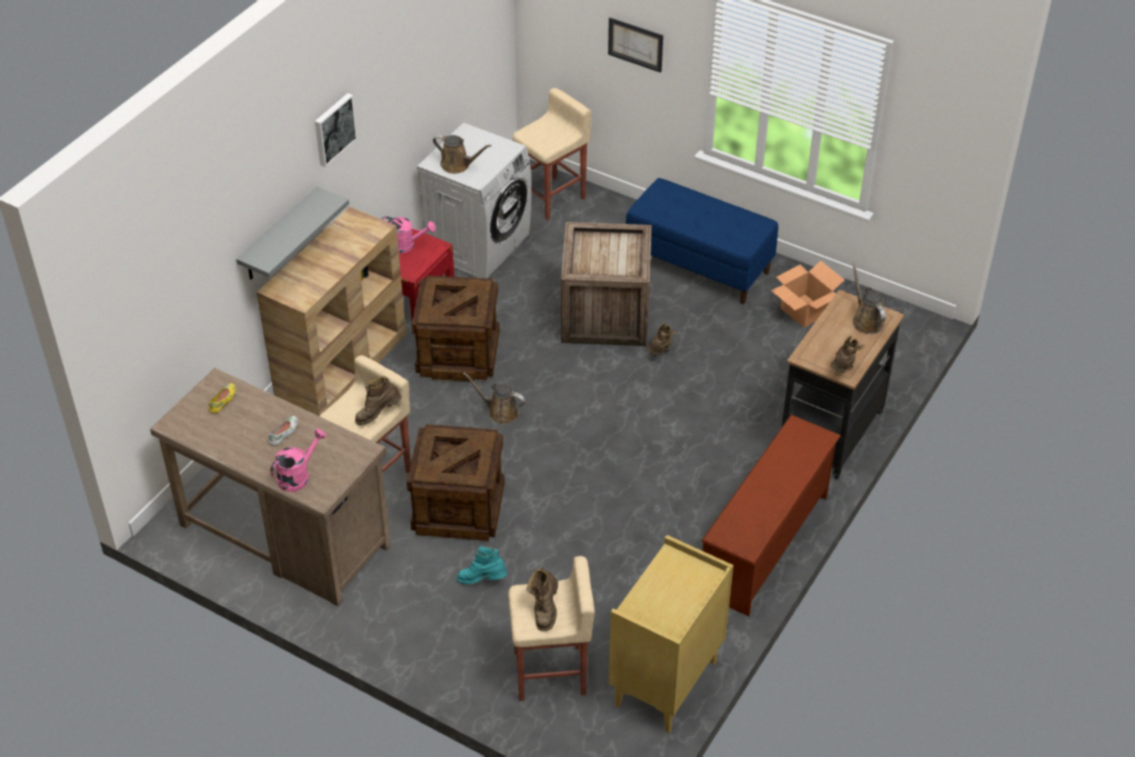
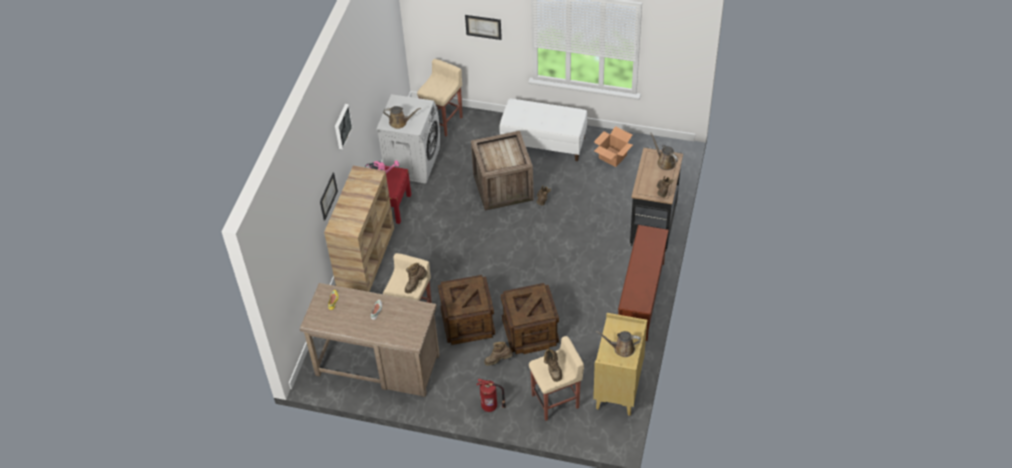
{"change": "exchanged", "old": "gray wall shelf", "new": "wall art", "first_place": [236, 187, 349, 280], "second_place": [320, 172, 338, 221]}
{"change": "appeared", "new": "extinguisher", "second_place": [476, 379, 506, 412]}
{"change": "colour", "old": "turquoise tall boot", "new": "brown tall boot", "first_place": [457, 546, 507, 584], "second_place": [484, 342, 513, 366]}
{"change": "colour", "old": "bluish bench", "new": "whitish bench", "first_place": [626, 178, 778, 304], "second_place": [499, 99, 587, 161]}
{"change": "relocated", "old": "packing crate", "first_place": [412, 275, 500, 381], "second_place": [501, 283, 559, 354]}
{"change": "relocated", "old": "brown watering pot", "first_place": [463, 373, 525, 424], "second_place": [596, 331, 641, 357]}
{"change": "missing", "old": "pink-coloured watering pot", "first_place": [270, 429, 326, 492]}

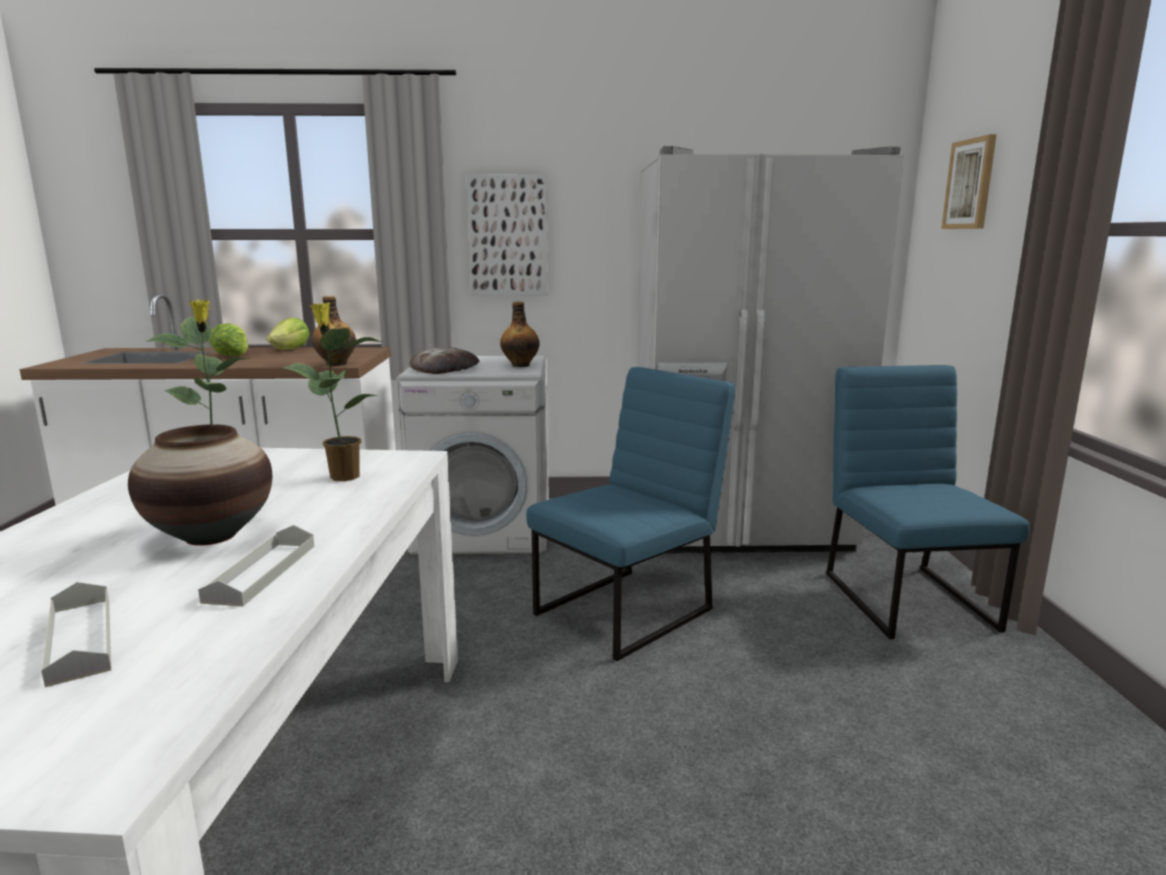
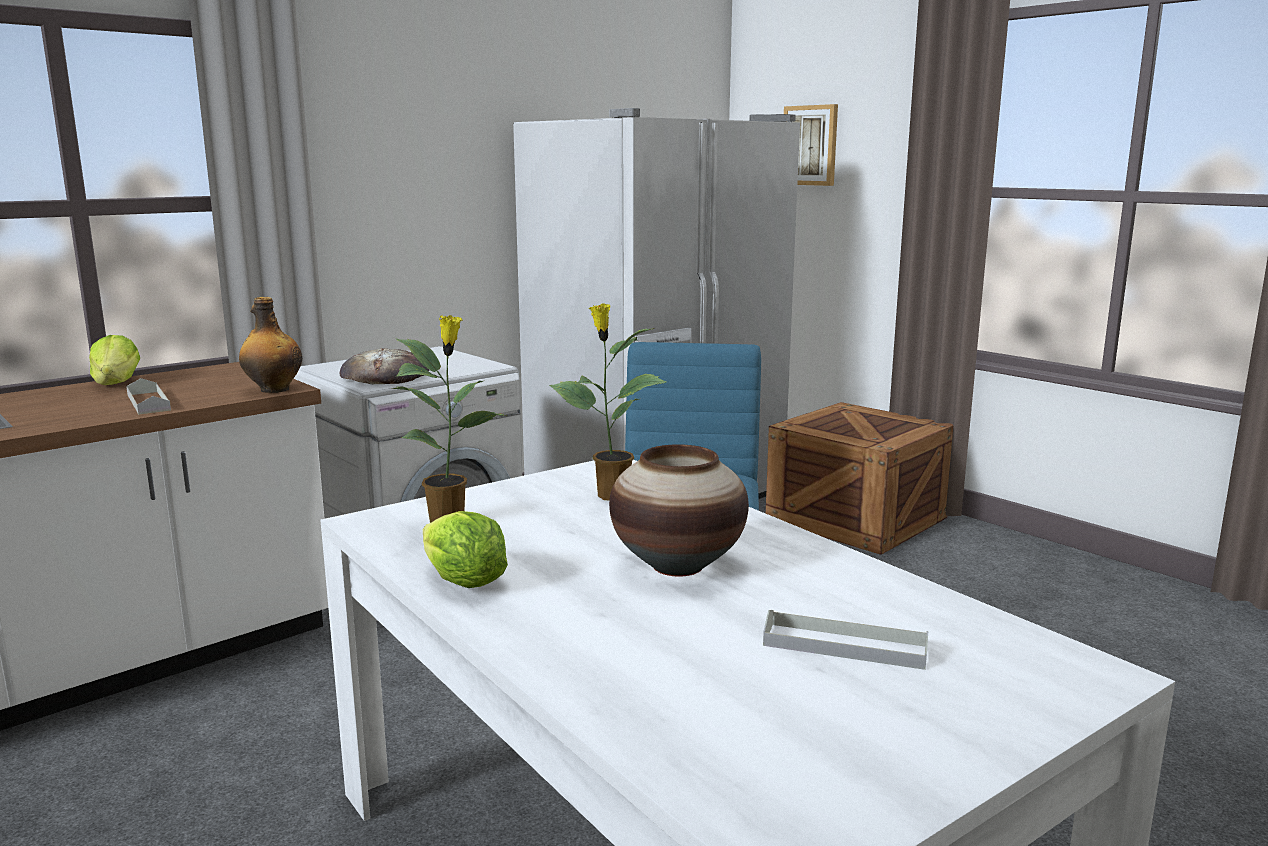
{"change": "relocated", "old": "gray tray", "first_place": [198, 525, 315, 607], "second_place": [126, 378, 171, 415]}
{"change": "relocated", "old": "head of lettuce", "first_place": [209, 323, 248, 356], "second_place": [423, 511, 508, 588]}
{"change": "exchanged", "old": "bluish chair", "new": "packing crate", "first_place": [826, 365, 1030, 639], "second_place": [766, 402, 953, 555]}
{"change": "missing", "old": "wall art", "first_place": [466, 174, 548, 296]}
{"change": "missing", "old": "beverage bottle", "first_place": [500, 302, 540, 367]}

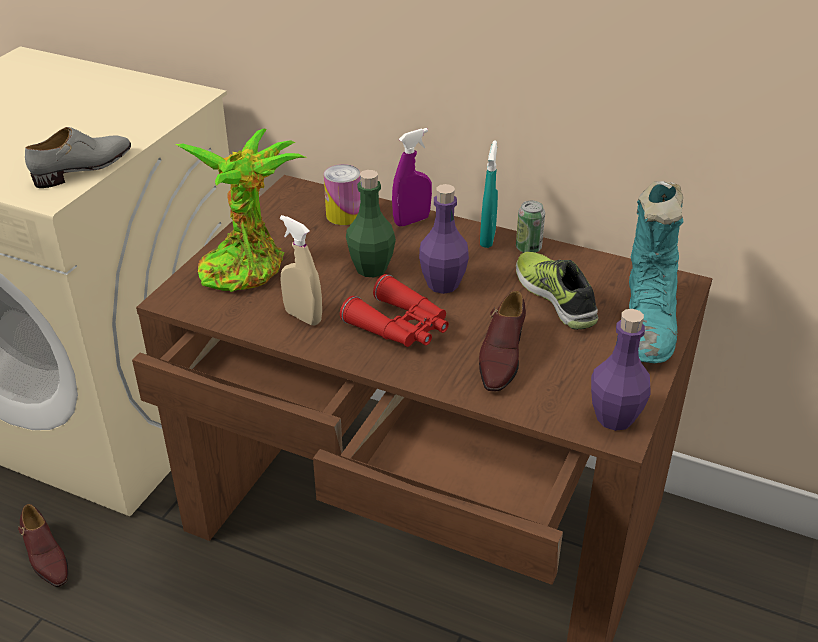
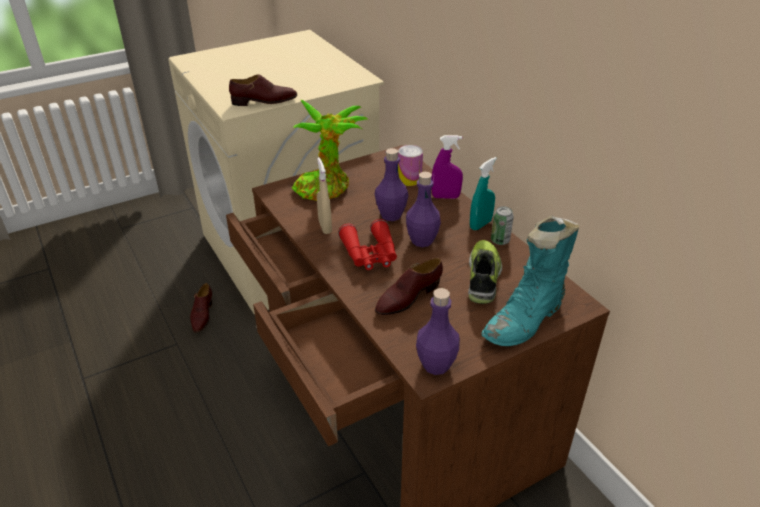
{"change": "colour", "old": "gray item of footwear", "new": "brown item of footwear", "first_place": [25, 127, 131, 188], "second_place": [229, 74, 297, 106]}
{"change": "colour", "old": "green beverage bottle", "new": "purplish beverage bottle", "first_place": [346, 170, 396, 277], "second_place": [375, 148, 408, 221]}

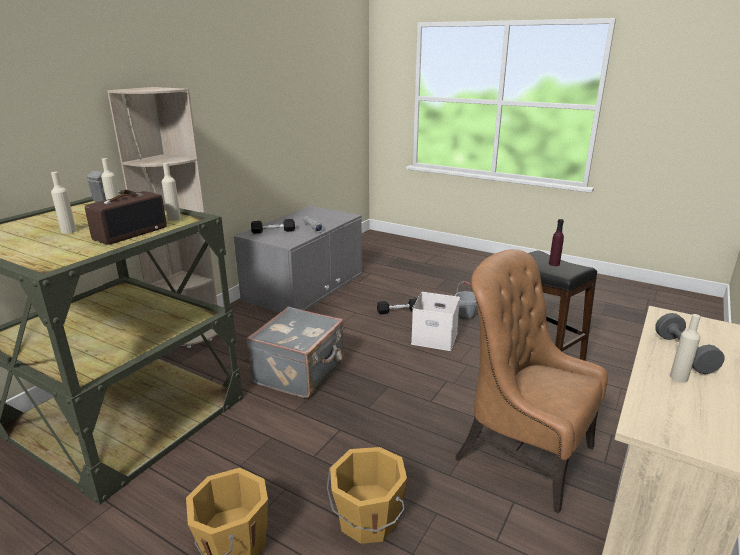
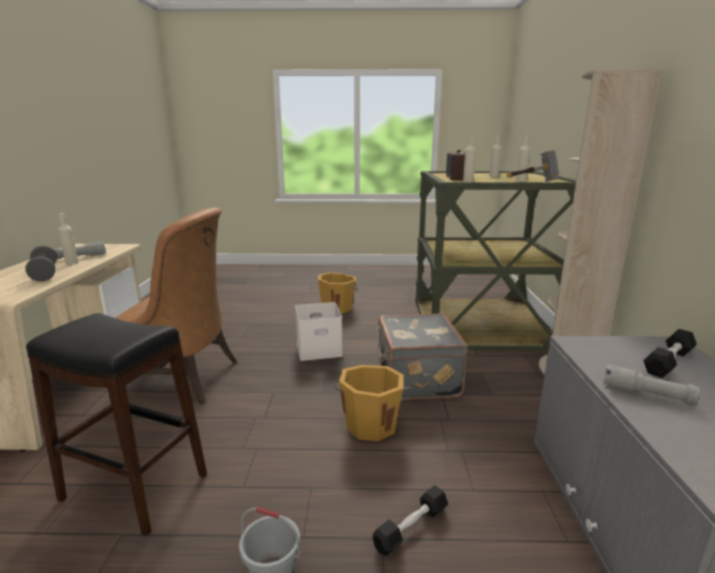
{"change": "appeared", "new": "gray torch", "second_place": [54, 242, 106, 259]}
{"change": "relocated", "old": "whitish storage bin", "first_place": [411, 292, 460, 351], "second_place": [295, 302, 343, 361]}
{"change": "relocated", "old": "orange water bucket", "first_place": [327, 447, 407, 544], "second_place": [333, 365, 411, 441]}
{"change": "missing", "old": "purplish beverage bottle", "first_place": [549, 219, 564, 266]}

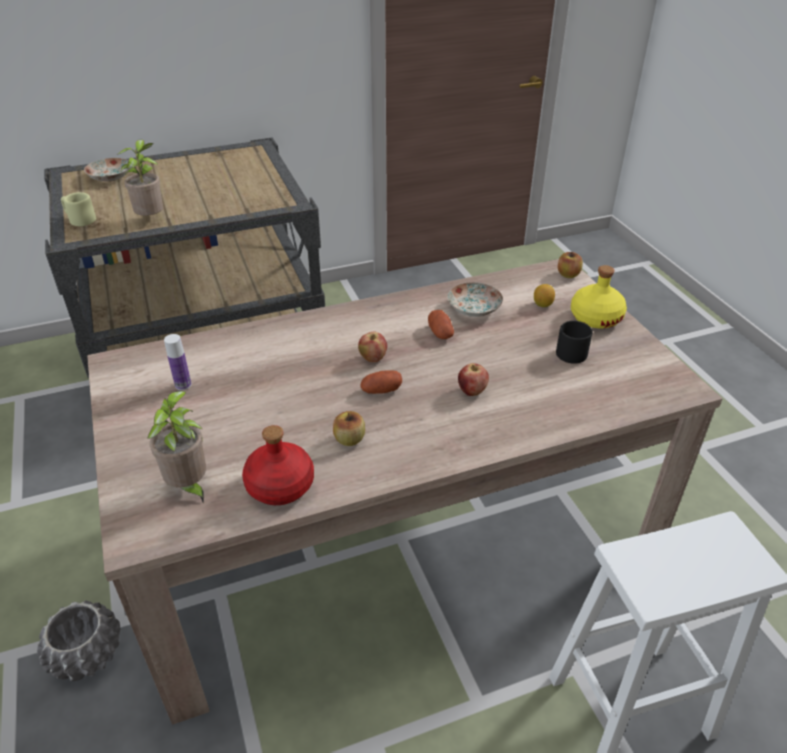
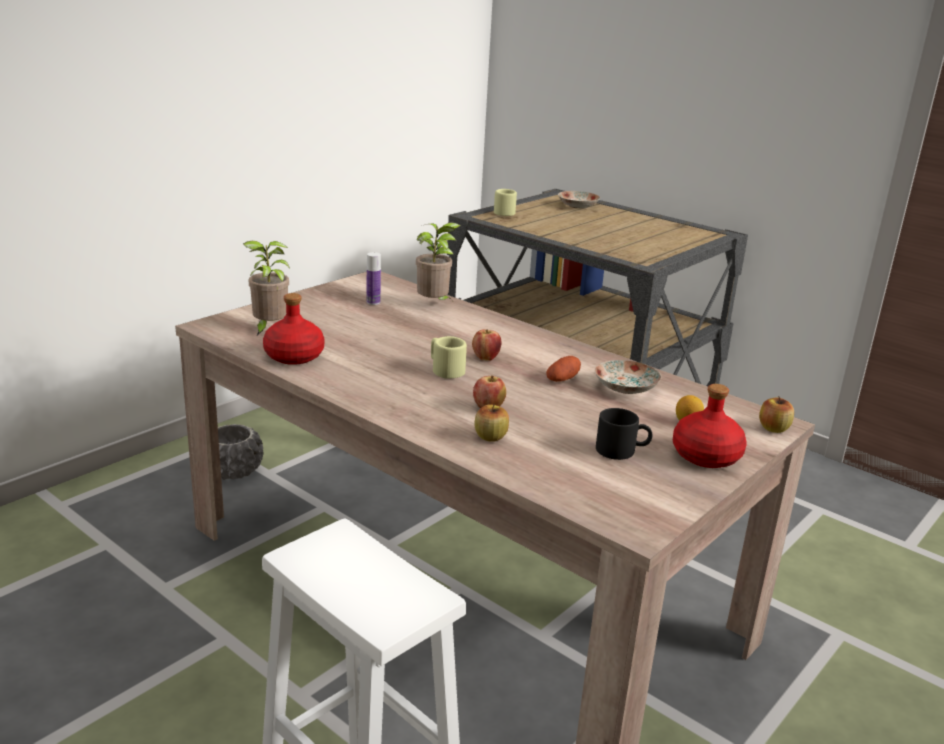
{"change": "relocated", "old": "houseplant", "first_place": [118, 139, 163, 216], "second_place": [416, 222, 460, 300]}
{"change": "exchanged", "old": "potato", "new": "beige-coloured coffee mug", "first_place": [360, 371, 402, 394], "second_place": [431, 336, 467, 379]}
{"change": "relocated", "old": "apple fruit", "first_place": [333, 411, 365, 446], "second_place": [474, 403, 509, 442]}
{"change": "colour", "old": "yellow beverage bottle", "new": "red beverage bottle", "first_place": [571, 265, 627, 328], "second_place": [673, 384, 747, 468]}

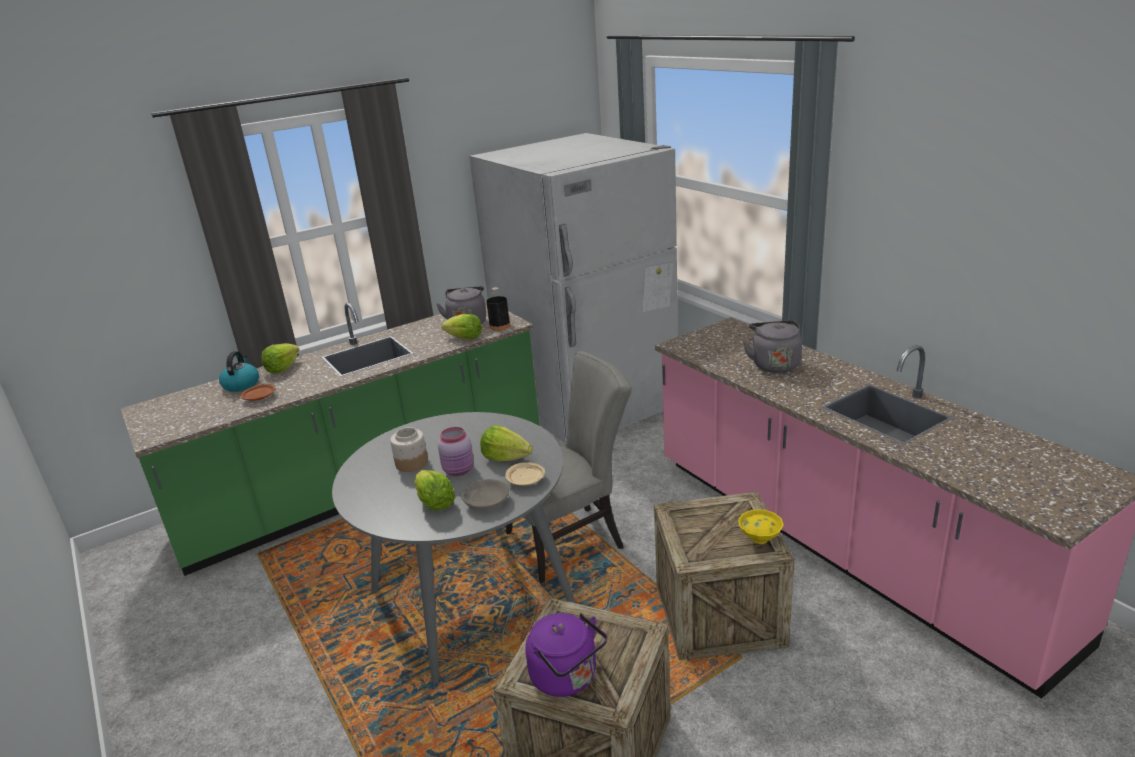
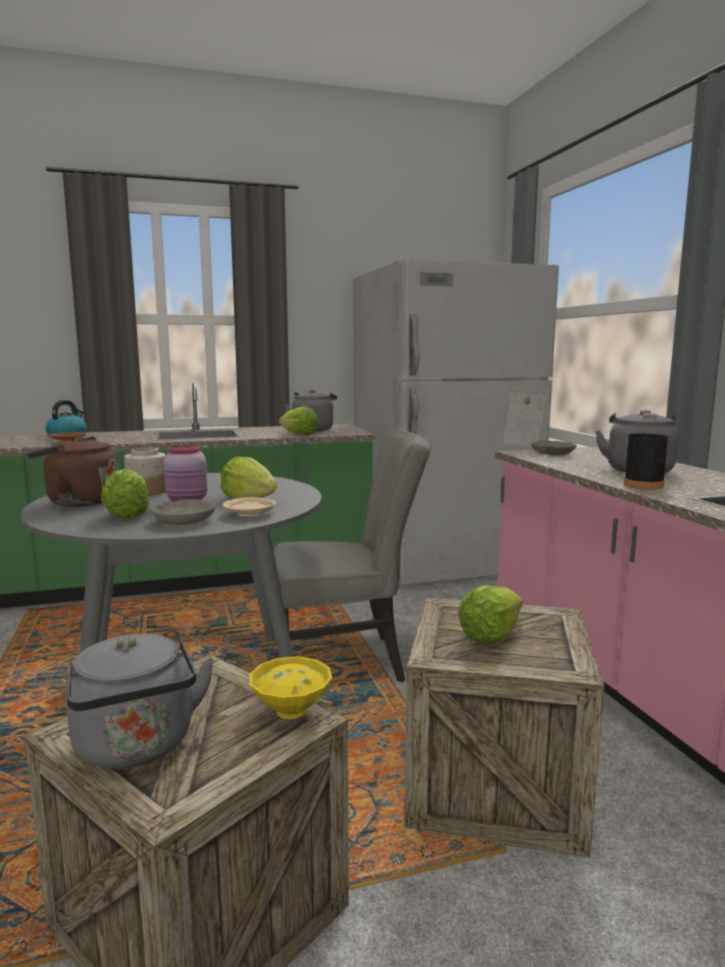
{"change": "appeared", "new": "brown water kettle", "second_place": [27, 436, 119, 507]}
{"change": "colour", "old": "purplish water kettle", "new": "gray water kettle", "first_place": [525, 613, 607, 697], "second_place": [65, 634, 214, 769]}
{"change": "relocated", "old": "yellow deep dish", "first_place": [738, 509, 784, 544], "second_place": [249, 656, 332, 719]}
{"change": "relocated", "old": "head of lettuce", "first_place": [261, 343, 299, 373], "second_place": [458, 586, 522, 644]}
{"change": "appeared", "new": "gray deep dish", "second_place": [531, 441, 576, 455]}
{"change": "relocated", "old": "black-coloured beverage bottle", "first_place": [486, 287, 510, 331], "second_place": [624, 413, 668, 489]}

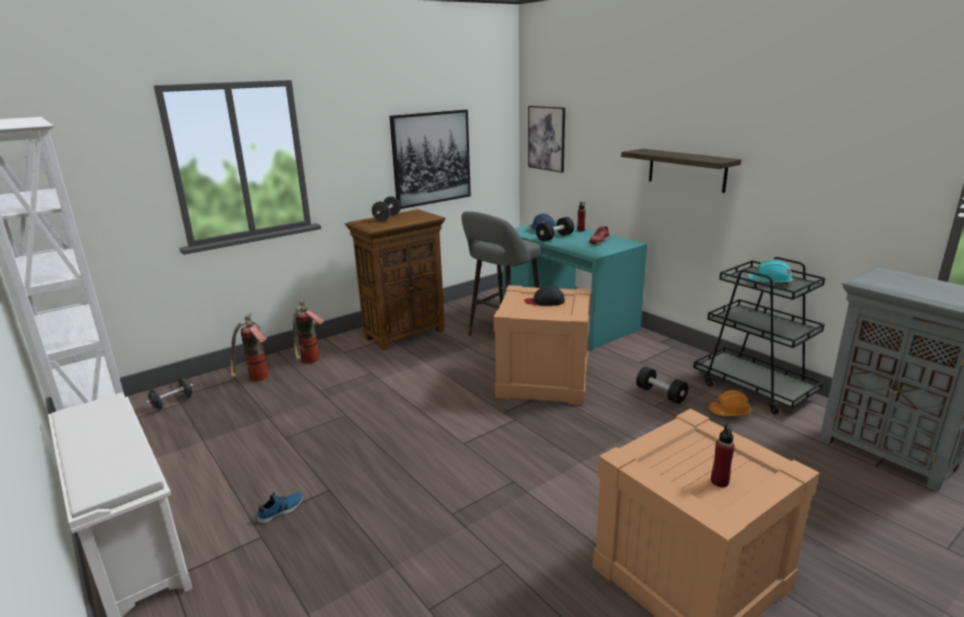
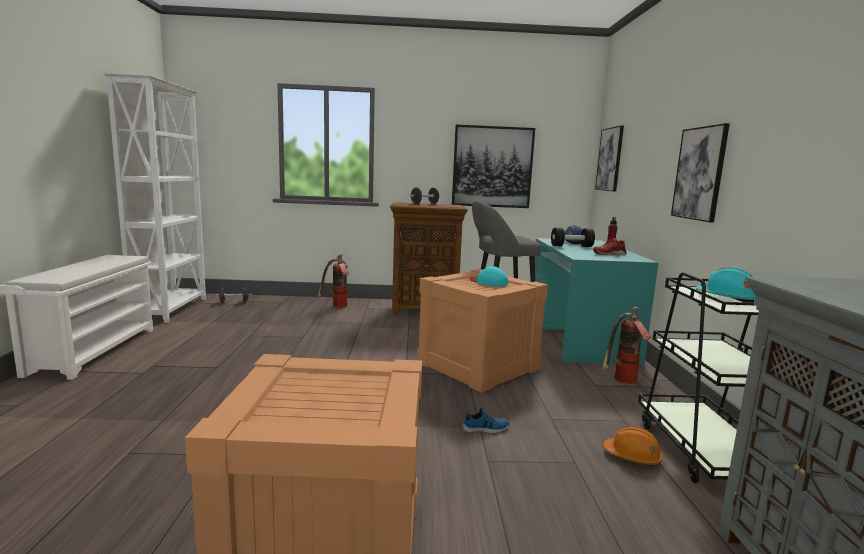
{"change": "relocated", "old": "item of footwear", "first_place": [257, 492, 303, 524], "second_place": [463, 406, 509, 433]}
{"change": "colour", "old": "black-coloured baseball cap", "new": "turquoise baseball cap", "first_place": [524, 285, 565, 306], "second_place": [470, 266, 508, 287]}
{"change": "relocated", "old": "extinguisher", "first_place": [231, 313, 269, 381], "second_place": [602, 307, 652, 384]}
{"change": "exchanged", "old": "wall shelf", "new": "wall art", "first_place": [621, 149, 741, 193], "second_place": [671, 123, 730, 223]}
{"change": "missing", "old": "black-coloured free weight", "first_place": [636, 367, 688, 404]}
{"change": "missing", "old": "red beverage bottle", "first_place": [711, 424, 735, 487]}

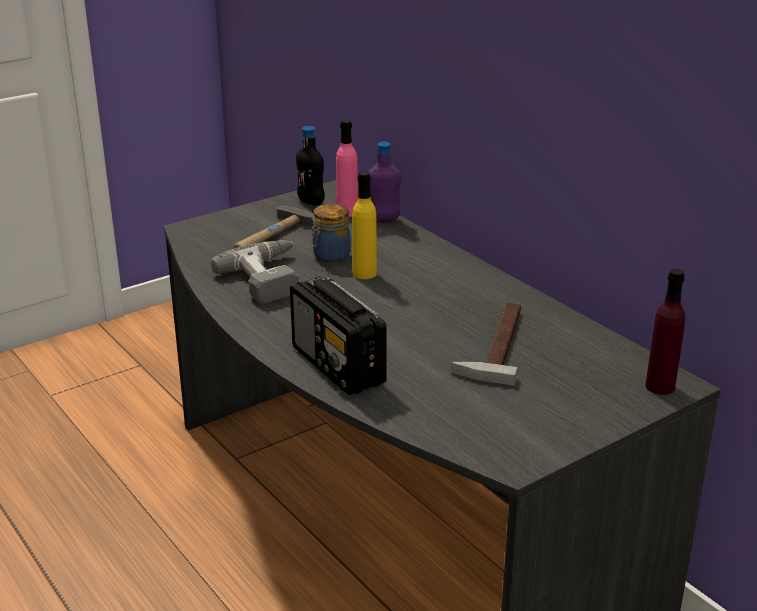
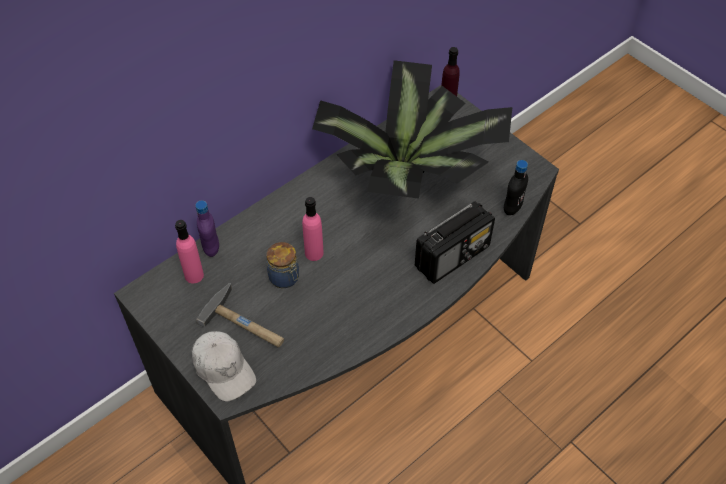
{"change": "appeared", "new": "whitish baseball cap", "second_place": [192, 331, 256, 402]}
{"change": "colour", "old": "yellow beverage bottle", "new": "pink-coloured beverage bottle", "first_place": [352, 171, 377, 279], "second_place": [302, 197, 324, 261]}
{"change": "exchanged", "old": "hammer", "new": "houseplant", "first_place": [452, 303, 521, 386], "second_place": [312, 60, 512, 199]}
{"change": "relocated", "old": "black-coloured beverage bottle", "first_place": [296, 126, 325, 205], "second_place": [504, 160, 528, 215]}
{"change": "missing", "old": "power drill", "first_place": [211, 240, 299, 304]}

